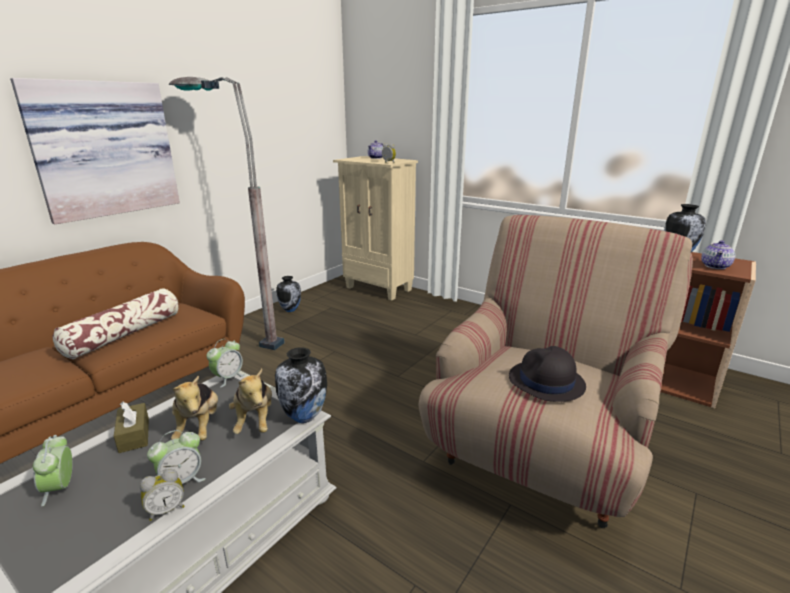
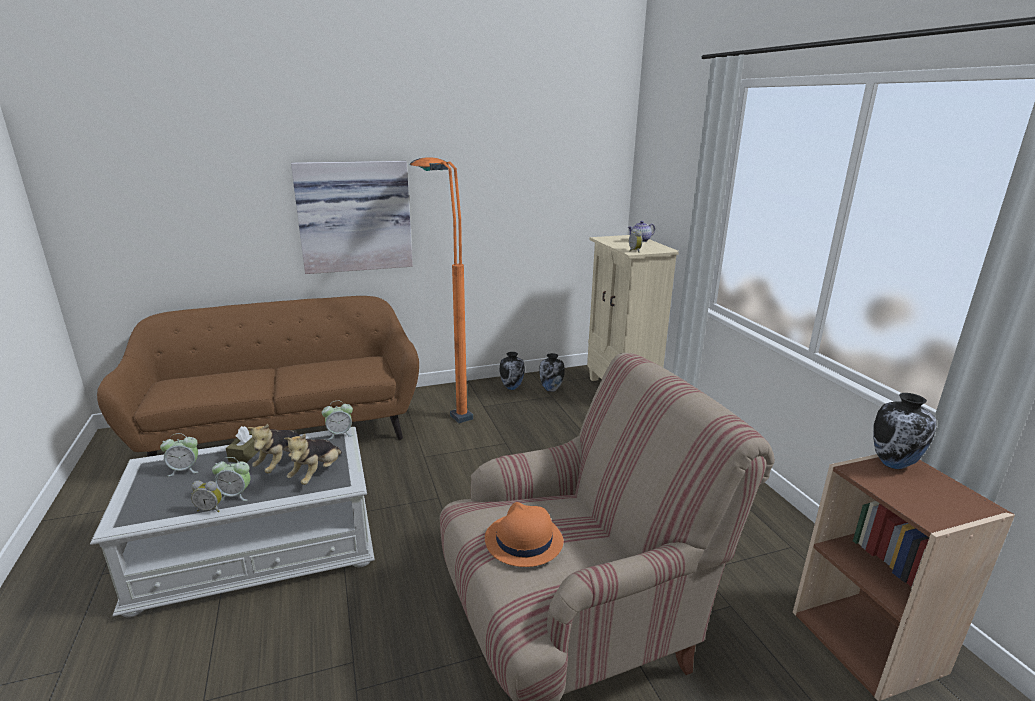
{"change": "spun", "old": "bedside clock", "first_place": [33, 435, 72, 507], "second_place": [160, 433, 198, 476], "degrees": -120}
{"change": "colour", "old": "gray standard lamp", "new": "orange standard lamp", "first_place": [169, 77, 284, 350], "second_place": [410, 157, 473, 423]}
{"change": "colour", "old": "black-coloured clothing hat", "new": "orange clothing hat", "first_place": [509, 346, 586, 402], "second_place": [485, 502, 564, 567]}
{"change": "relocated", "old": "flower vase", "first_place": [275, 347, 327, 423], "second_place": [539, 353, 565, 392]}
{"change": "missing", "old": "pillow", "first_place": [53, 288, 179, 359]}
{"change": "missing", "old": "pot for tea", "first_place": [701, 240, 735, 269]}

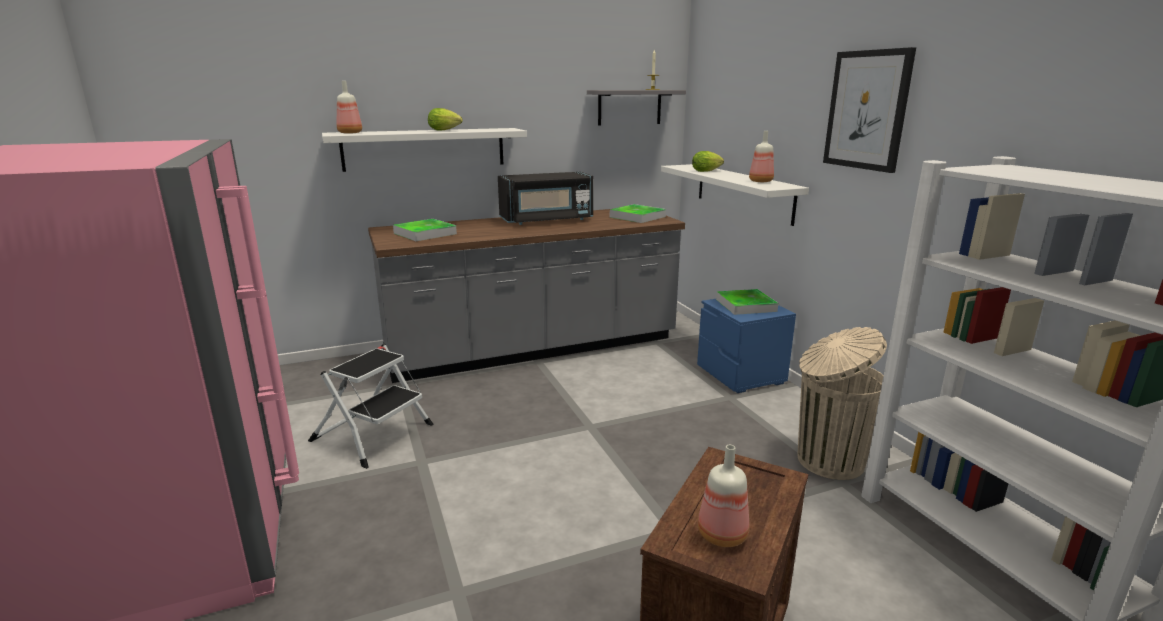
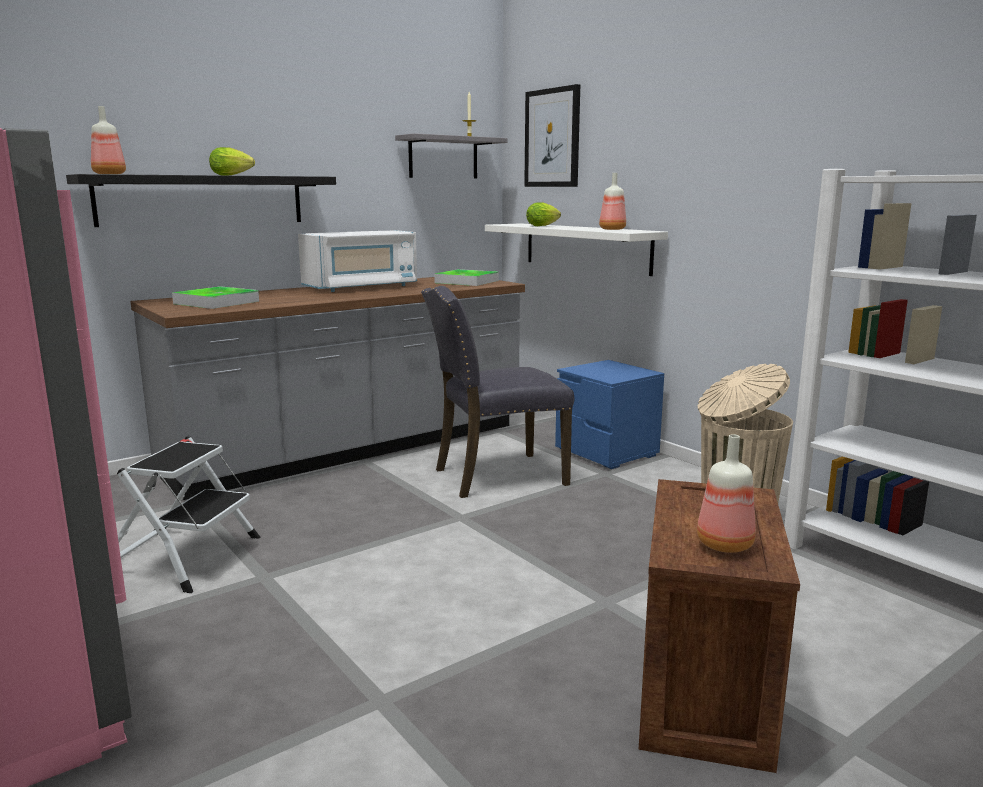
{"change": "colour", "old": "whitish wall shelf", "new": "black-coloured wall shelf", "first_place": [322, 128, 527, 172], "second_place": [66, 174, 336, 227]}
{"change": "colour", "old": "black-coloured kitchen microwave", "new": "whitish kitchen microwave", "first_place": [498, 172, 593, 225], "second_place": [298, 230, 417, 292]}
{"change": "appeared", "new": "gray chair", "second_place": [421, 286, 574, 498]}
{"change": "relocated", "old": "wall art", "first_place": [823, 47, 916, 173], "second_place": [524, 84, 580, 187]}
{"change": "missing", "old": "tray", "first_place": [716, 289, 778, 315]}

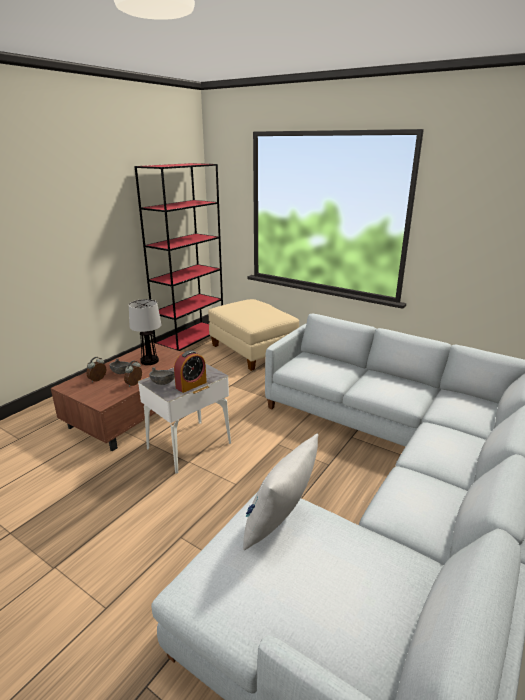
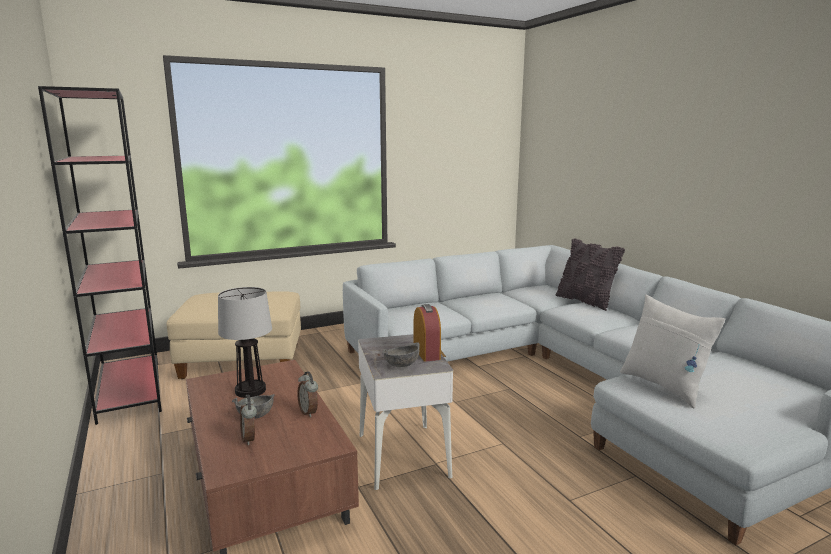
{"change": "appeared", "new": "black-coloured pillow", "second_place": [556, 239, 625, 311]}

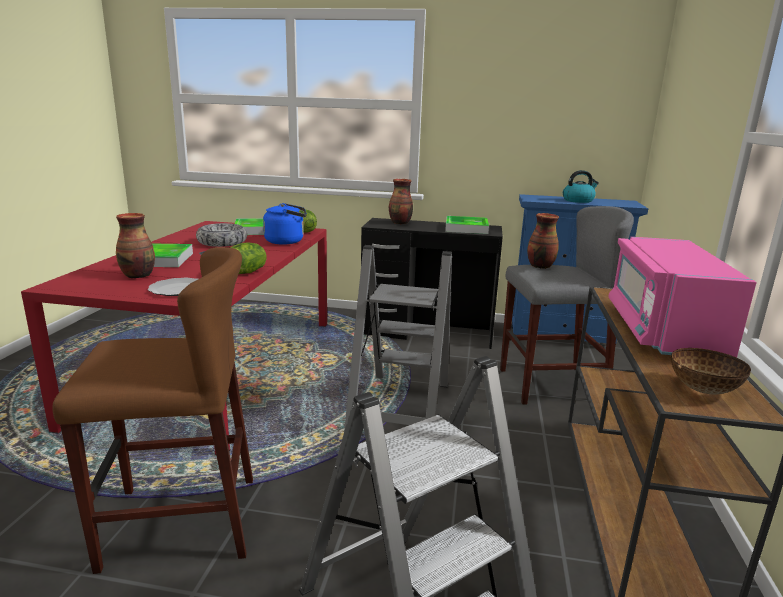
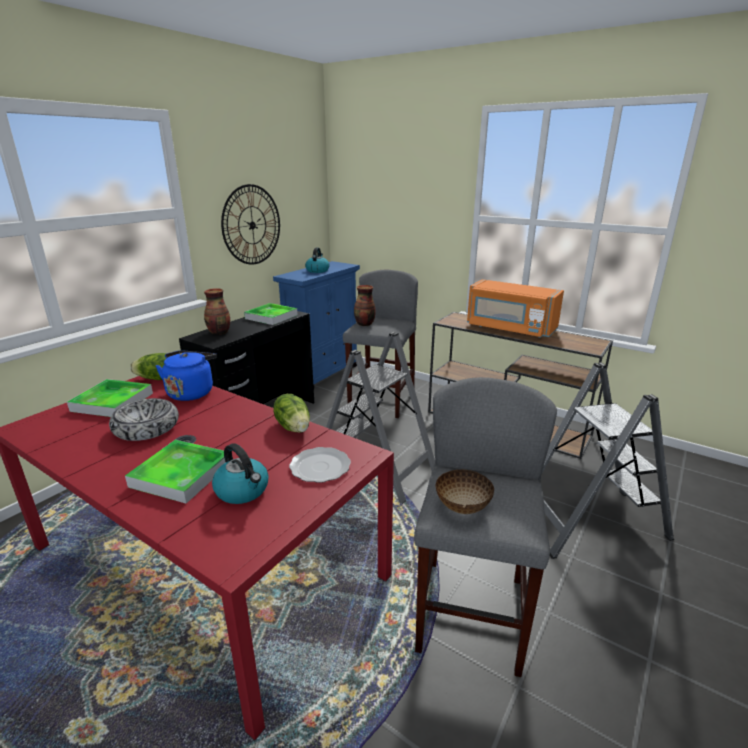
{"change": "exchanged", "old": "flower vase", "new": "water kettle", "first_place": [116, 213, 155, 279], "second_place": [212, 443, 269, 504]}
{"change": "appeared", "new": "wall clock", "second_place": [221, 184, 280, 265]}
{"change": "colour", "old": "brown stool seat", "new": "gray stool seat", "first_place": [52, 247, 253, 574], "second_place": [414, 377, 557, 677]}
{"change": "relocated", "old": "deep dish", "first_place": [671, 348, 751, 395], "second_place": [436, 469, 494, 514]}
{"change": "colour", "old": "pink-coloured kitchen microwave", "new": "orange kitchen microwave", "first_place": [608, 237, 756, 357], "second_place": [467, 279, 564, 338]}

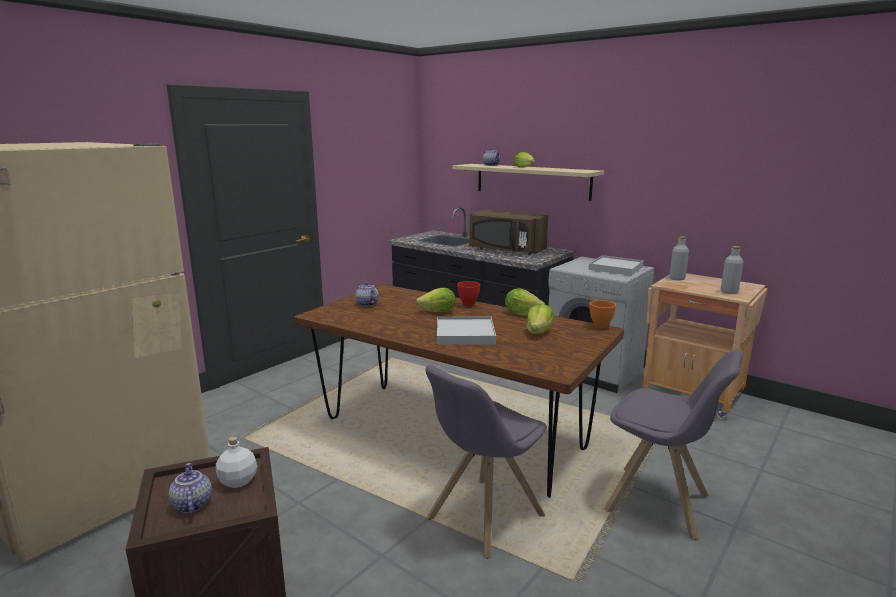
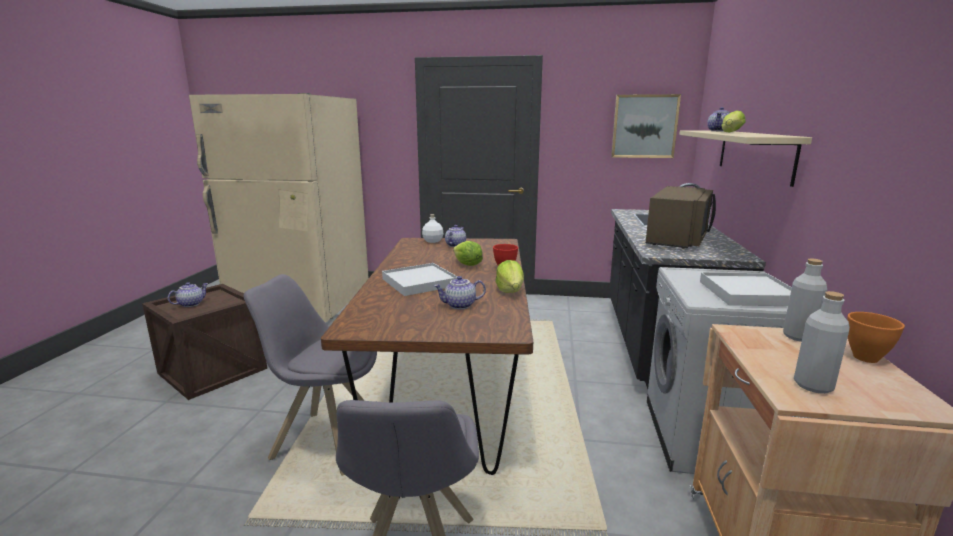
{"change": "relocated", "old": "whitish beverage bottle", "first_place": [216, 437, 257, 488], "second_place": [422, 214, 443, 243]}
{"change": "exchanged", "old": "head of lettuce", "new": "pot for tea", "first_place": [526, 304, 554, 334], "second_place": [434, 276, 486, 309]}
{"change": "appeared", "new": "wall art", "second_place": [611, 94, 681, 158]}
{"change": "spun", "old": "brown kitchen microwave", "first_place": [469, 210, 548, 255], "second_place": [646, 186, 716, 248], "degrees": -150}
{"change": "relocated", "old": "orange deep dish", "first_place": [589, 300, 616, 329], "second_place": [847, 312, 905, 363]}

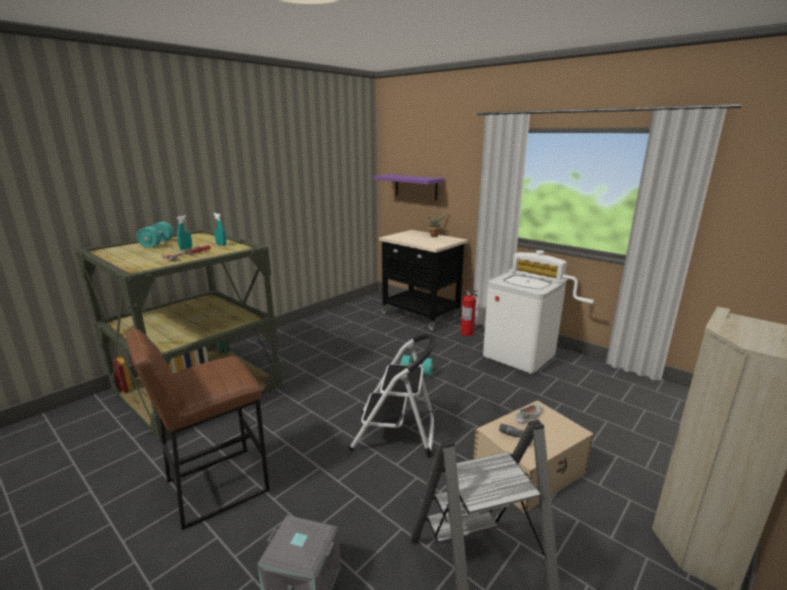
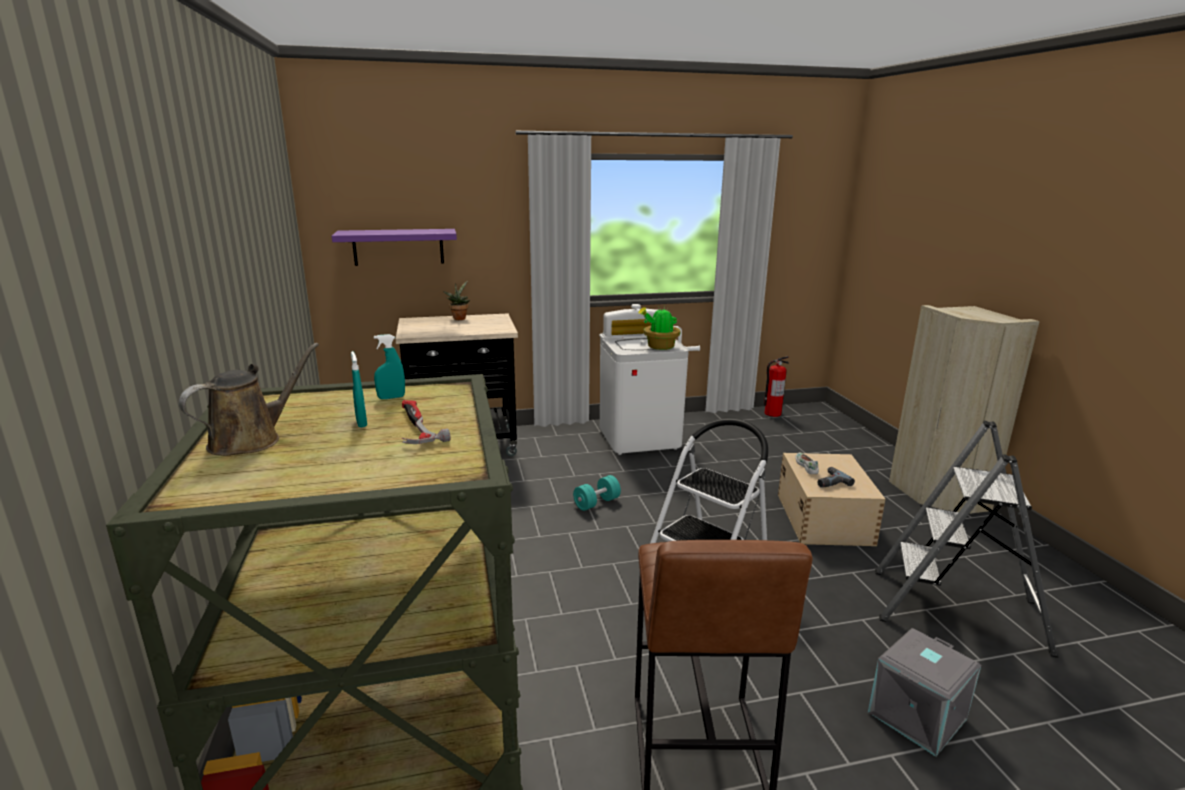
{"change": "exchanged", "old": "turquoise free weight", "new": "brown watering pot", "first_place": [137, 222, 174, 248], "second_place": [179, 343, 319, 456]}
{"change": "appeared", "new": "houseplant", "second_place": [638, 306, 680, 350]}
{"change": "relocated", "old": "extinguisher", "first_place": [460, 290, 478, 336], "second_place": [764, 356, 789, 417]}

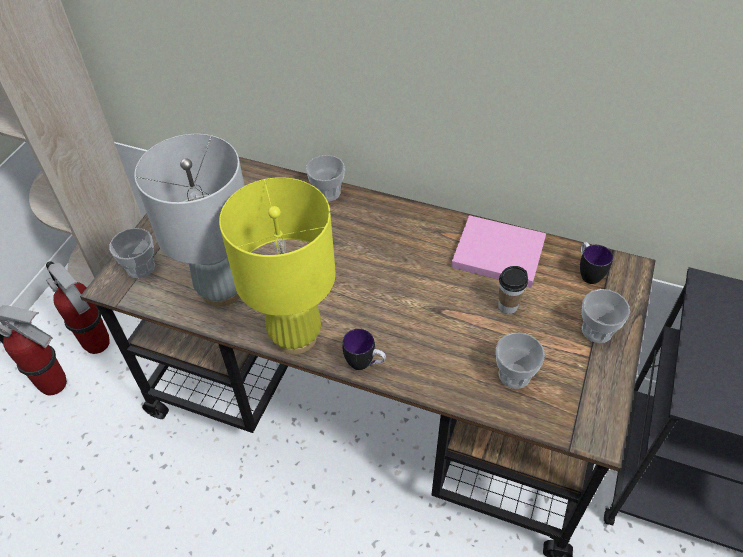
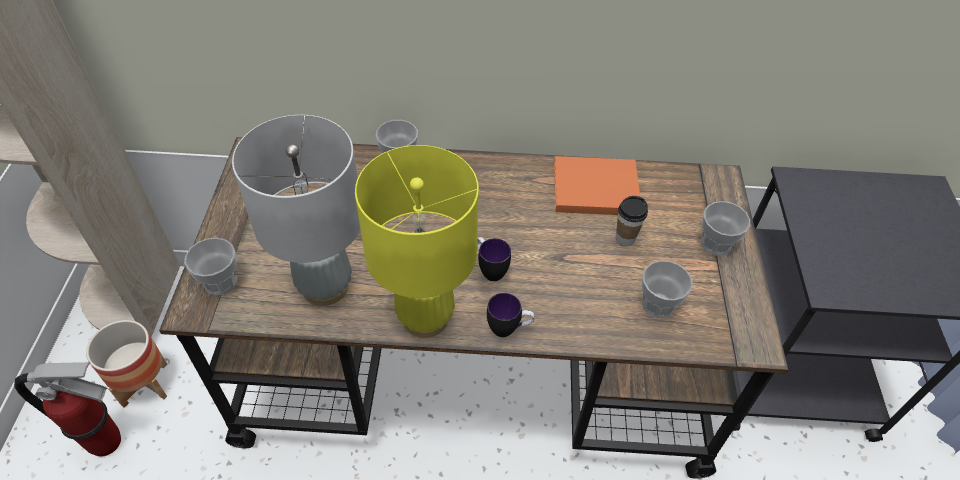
{"change": "exchanged", "old": "extinguisher", "new": "flower pot", "first_place": [46, 261, 110, 354], "second_place": [86, 320, 167, 408]}
{"change": "relocated", "old": "coffee mug", "first_place": [580, 242, 613, 284], "second_place": [477, 237, 511, 281]}
{"change": "colour", "old": "pink-coloured bound book", "new": "orange bound book", "first_place": [451, 215, 546, 288], "second_place": [554, 156, 640, 215]}

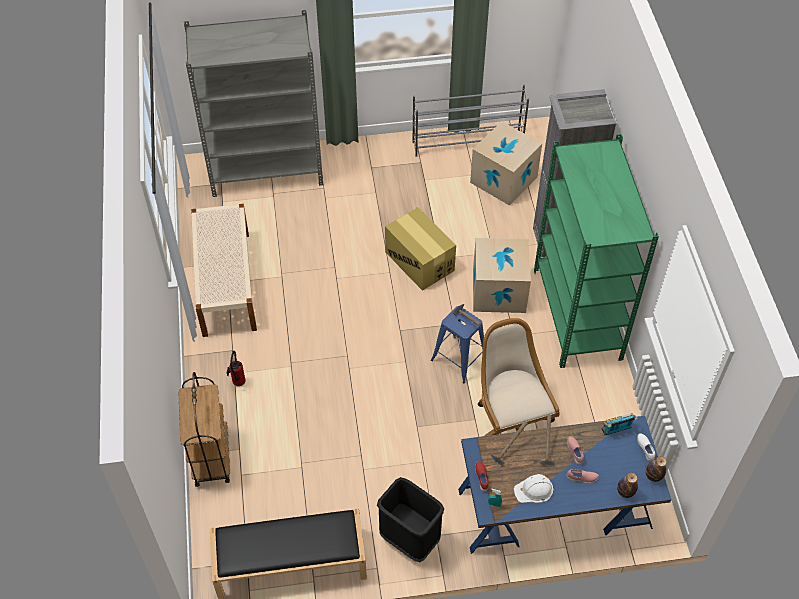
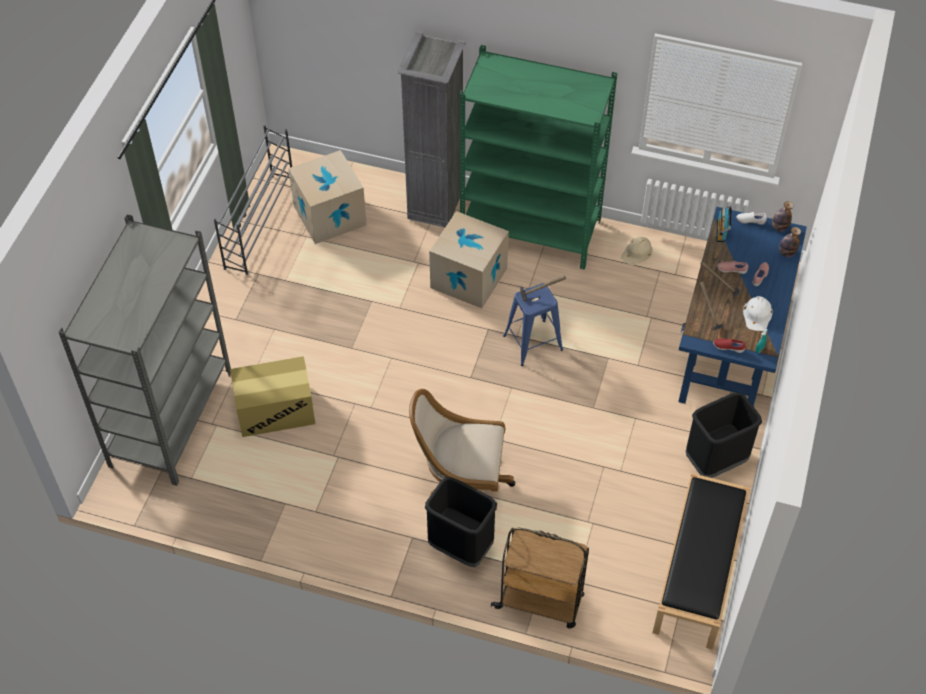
{"change": "relocated", "old": "carton", "first_place": [385, 207, 456, 291], "second_place": [230, 356, 315, 437]}
{"change": "relocated", "old": "desk chair", "first_place": [478, 318, 560, 436], "second_place": [409, 389, 515, 494]}
{"change": "exchanged", "old": "extinguisher", "new": "black-coloured waste bin", "first_place": [227, 351, 246, 386], "second_place": [425, 477, 497, 567]}
{"change": "appeared", "new": "beige-coloured safety helmet", "second_place": [621, 237, 653, 266]}
{"change": "missing", "old": "beige-coloured bench", "first_place": [191, 203, 257, 337]}

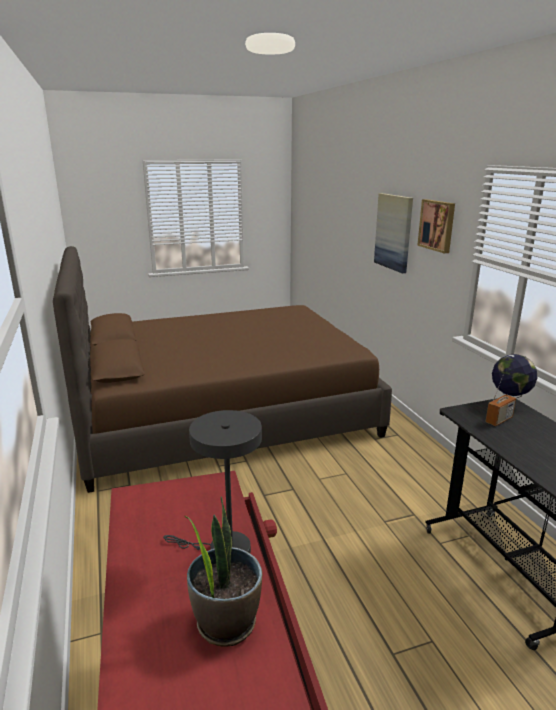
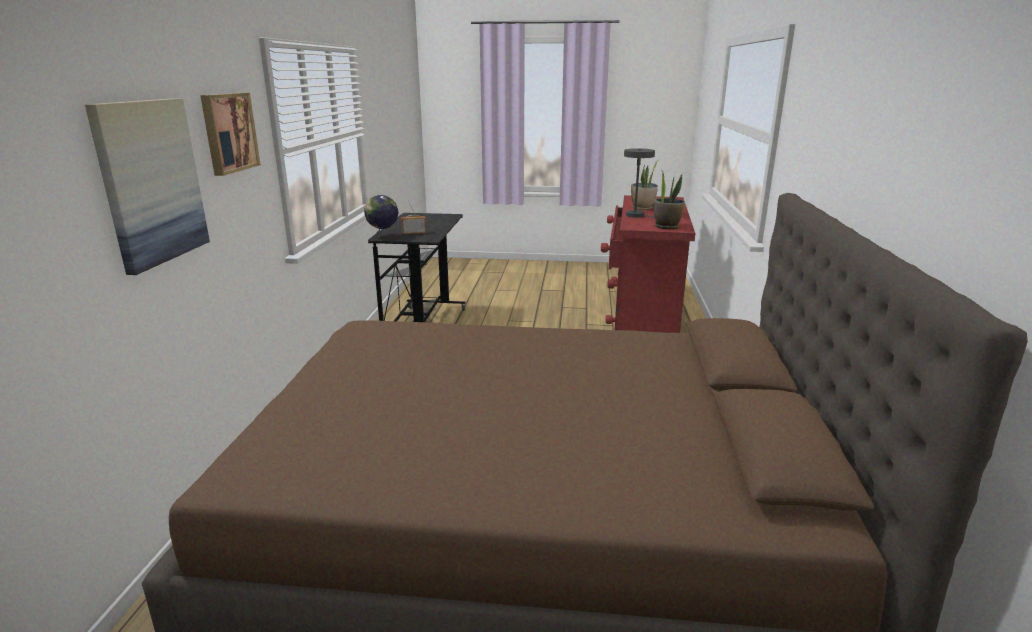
{"change": "appeared", "new": "houseplant", "second_place": [654, 169, 685, 229]}

